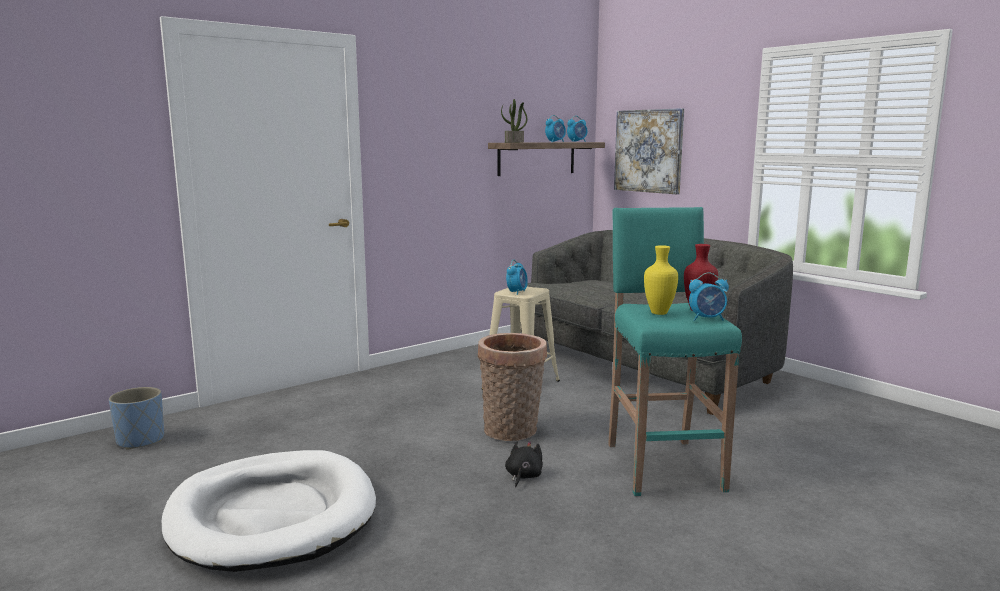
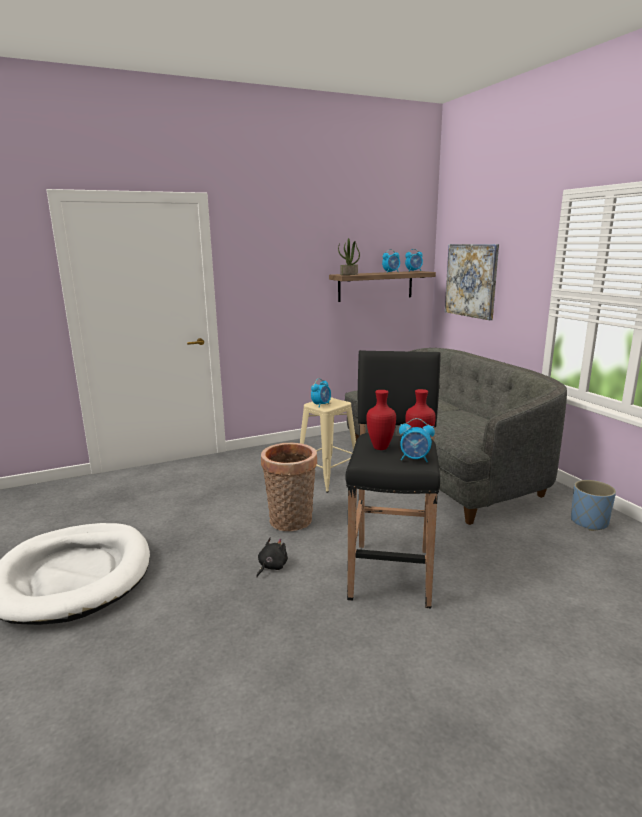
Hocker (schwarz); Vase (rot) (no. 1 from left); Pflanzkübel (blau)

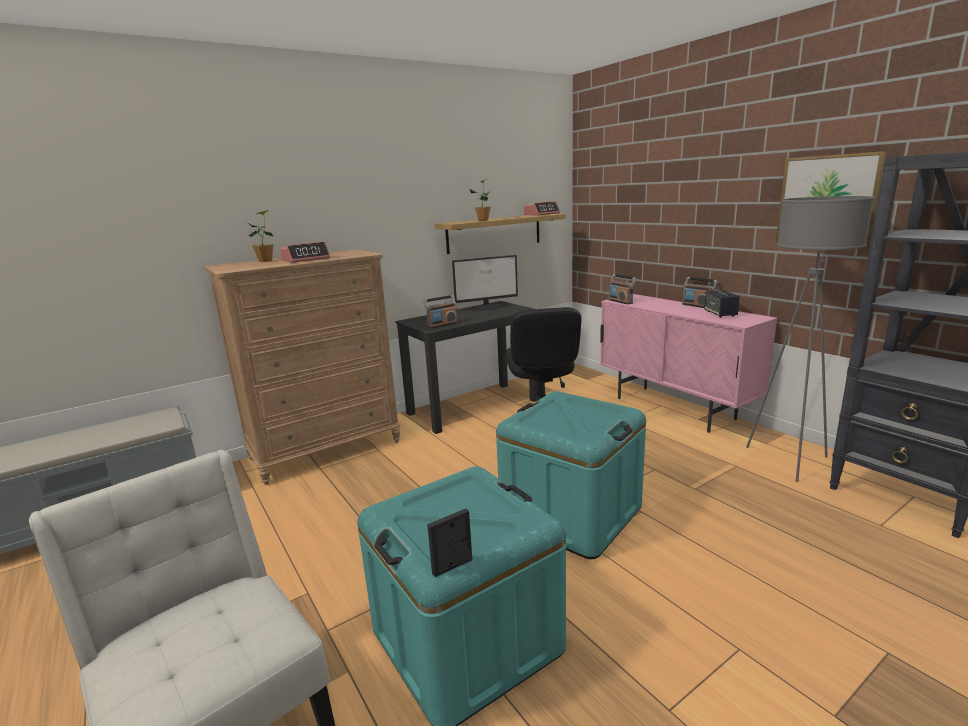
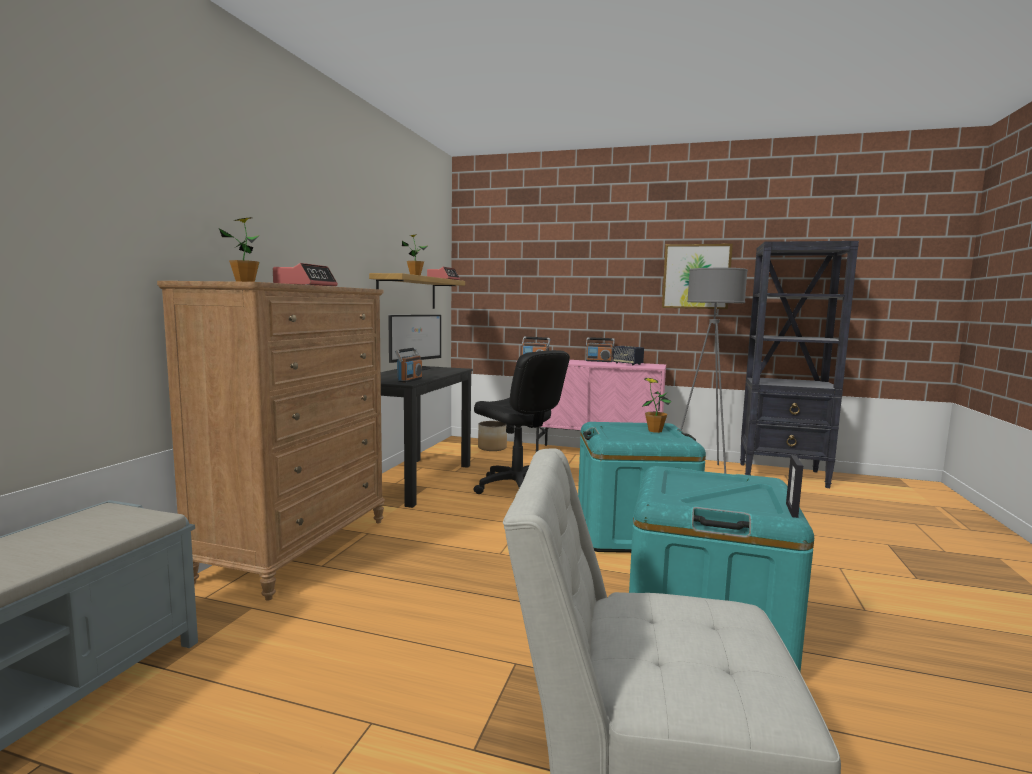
Pflanzkübel; Topfpflanze (no. 3 from left)

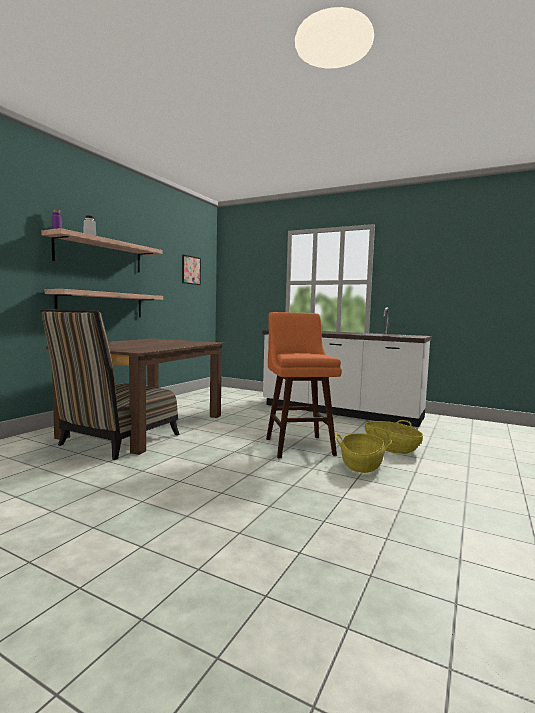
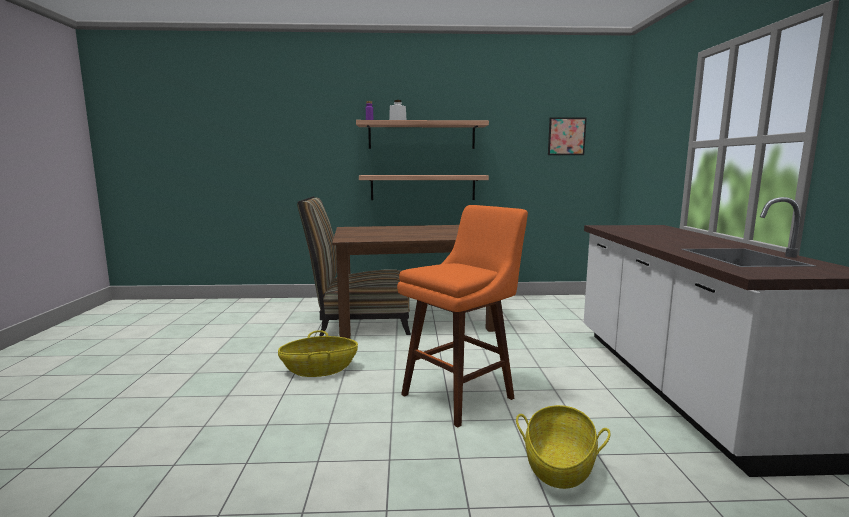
Korb (no. 1 from left)

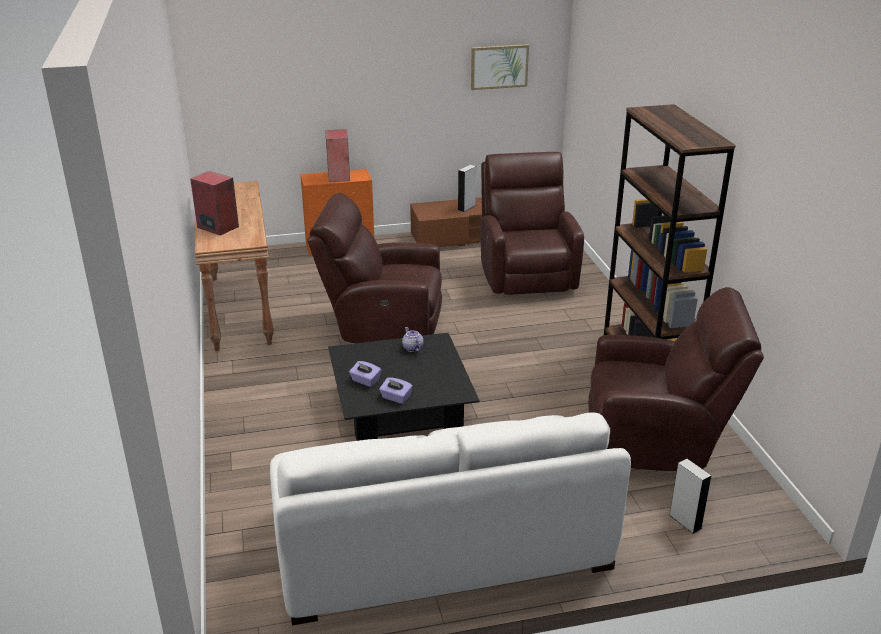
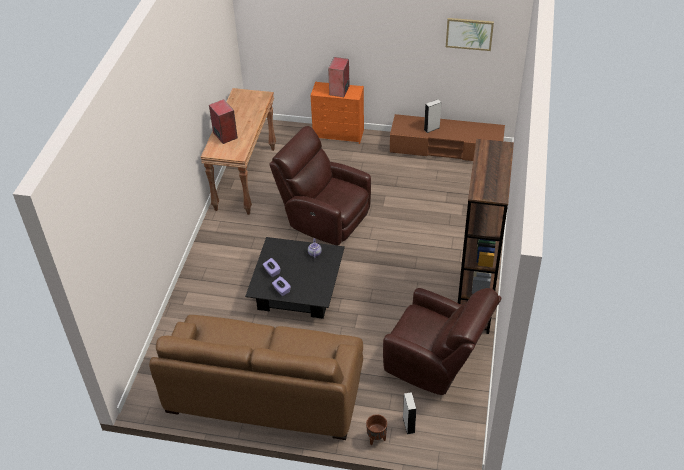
Sofa (braun); Pflanzkübel (braun); Sessel (braun) (no. 2 from left in the first image)

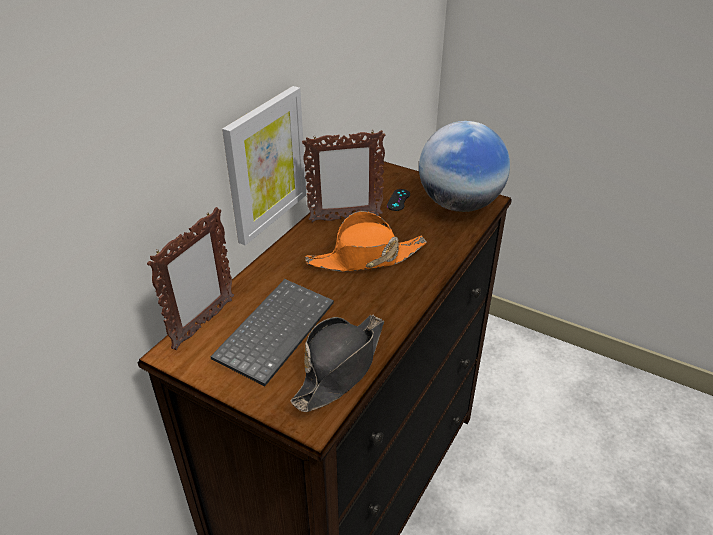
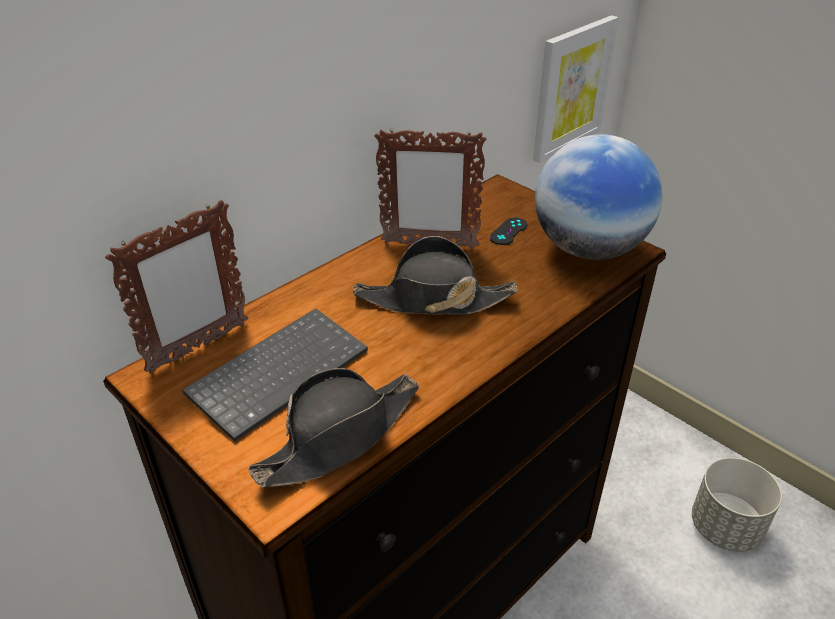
Hut (schwarz) (no. 2 from left); Bild; Pflanzkübel (grau)

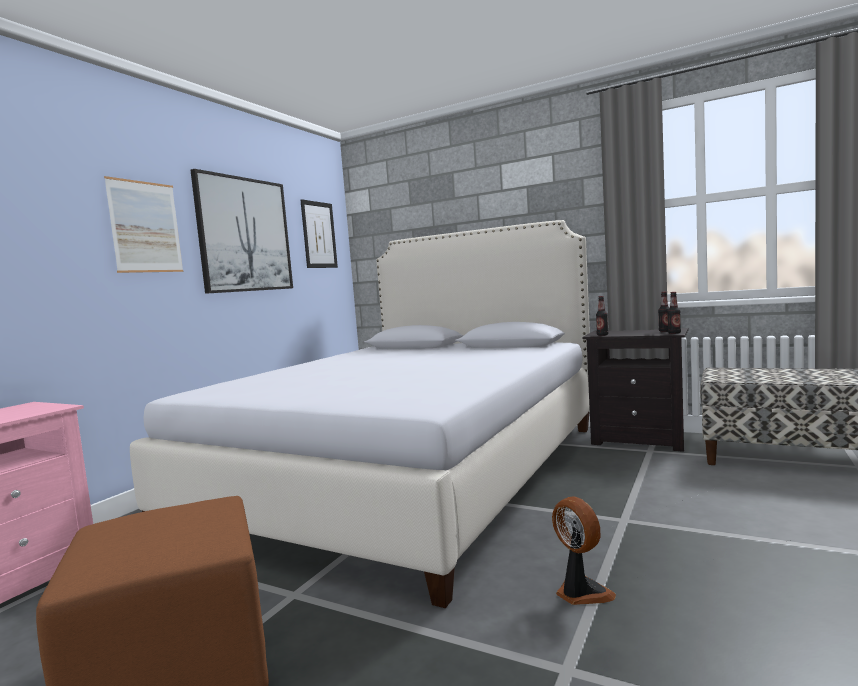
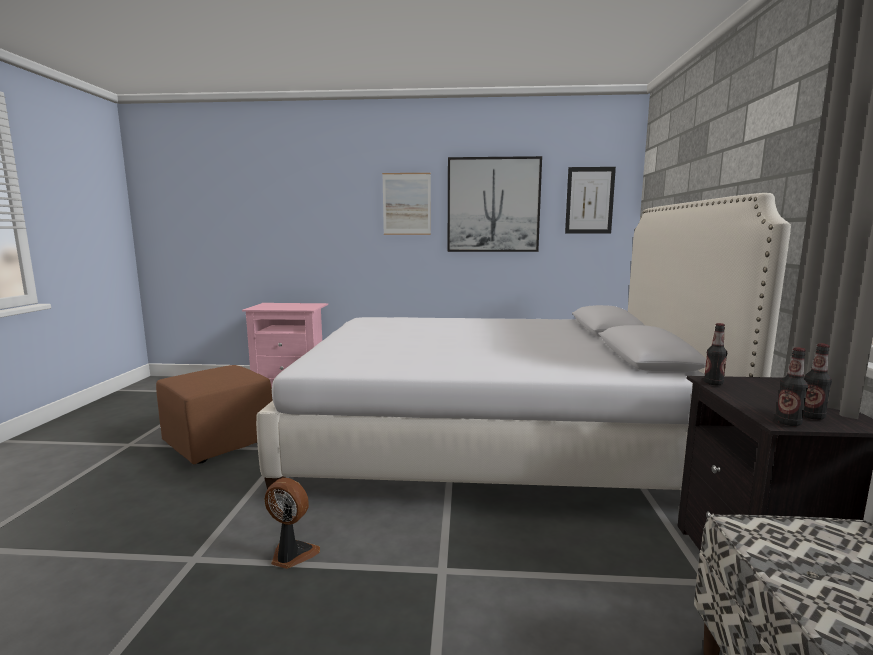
Ventilator

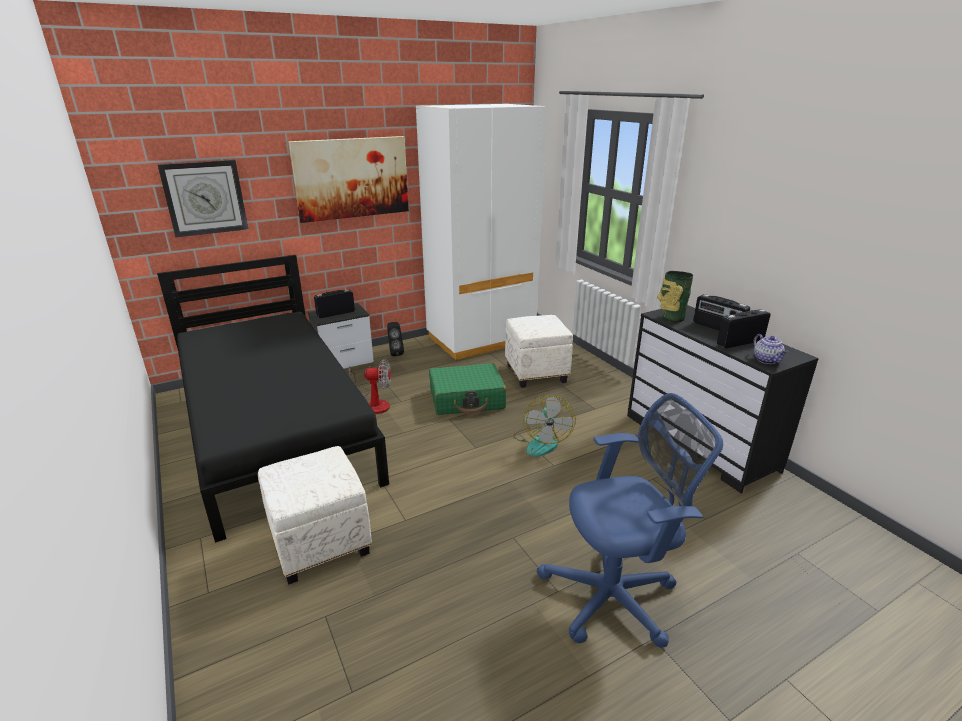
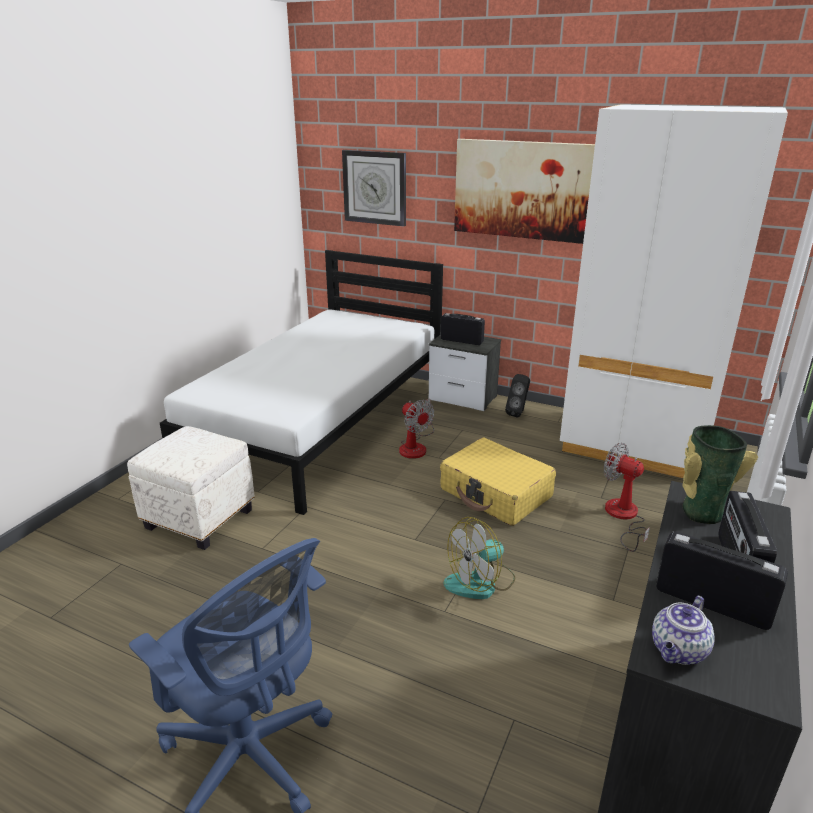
Bett (weiß); Koffer (gelb); Ventilator (no. 3 from left)

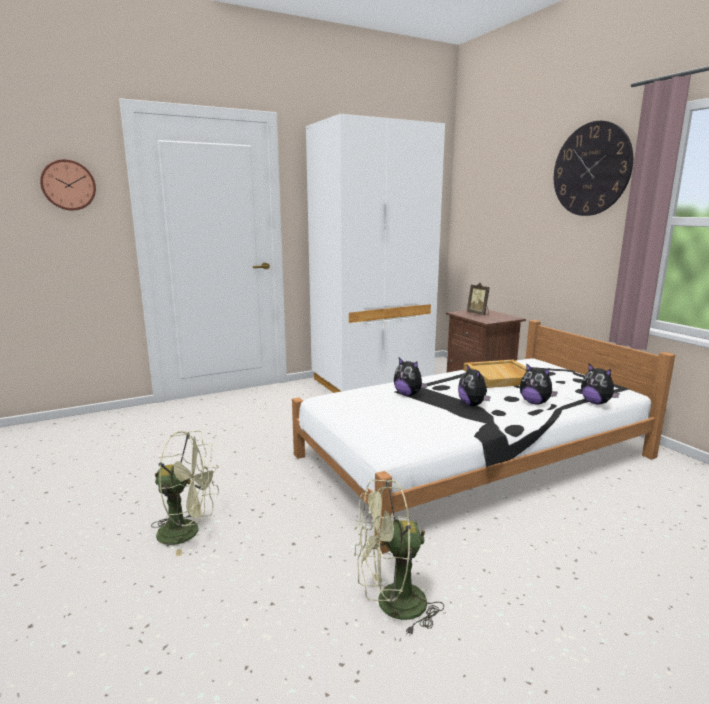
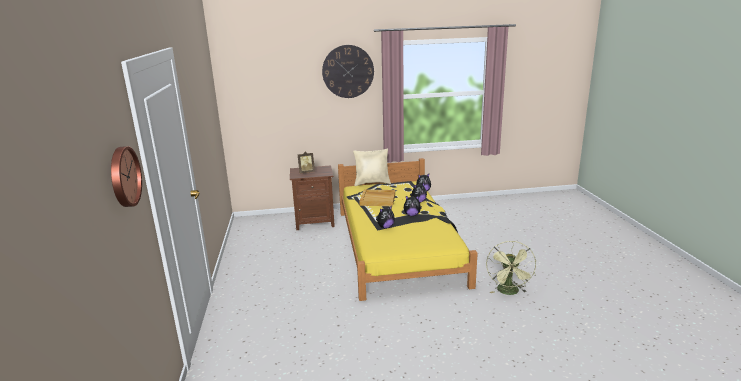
Bett (gelb); Kissen (beige); Ventilator (grün) (no. 1 from left in the first image); Kleiderschrank (weiß)

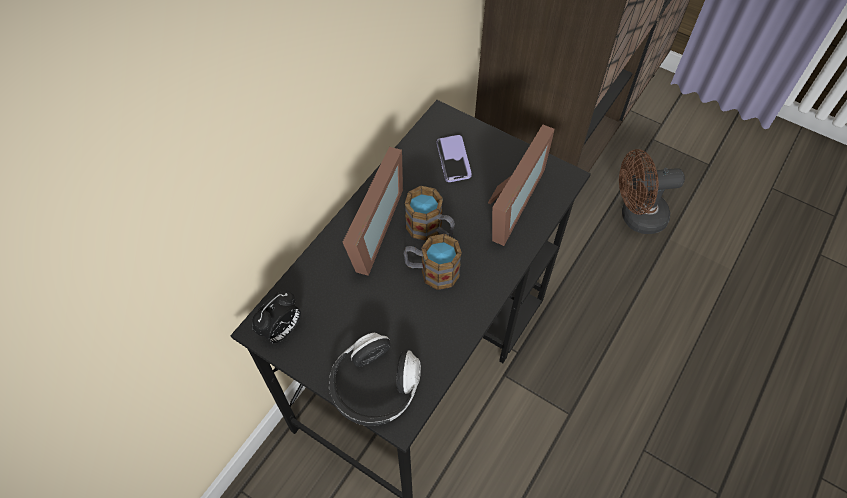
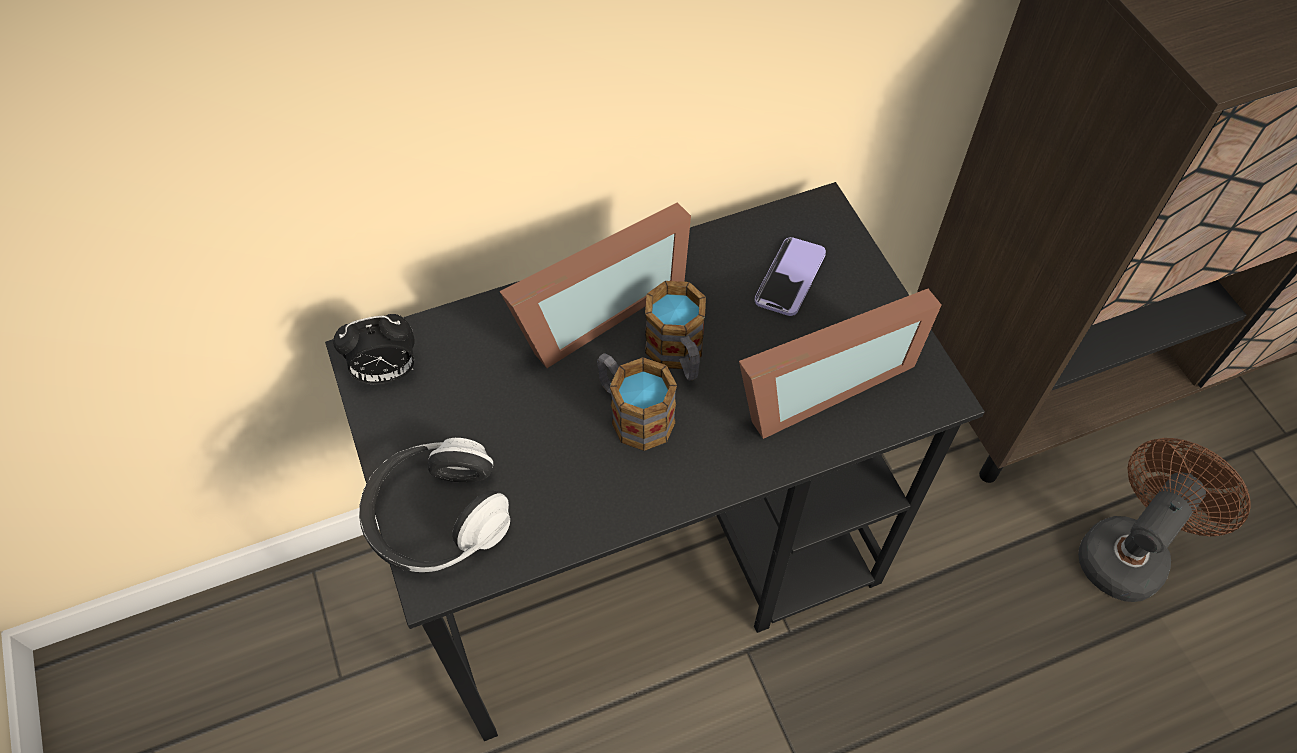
Ventilator (braun)

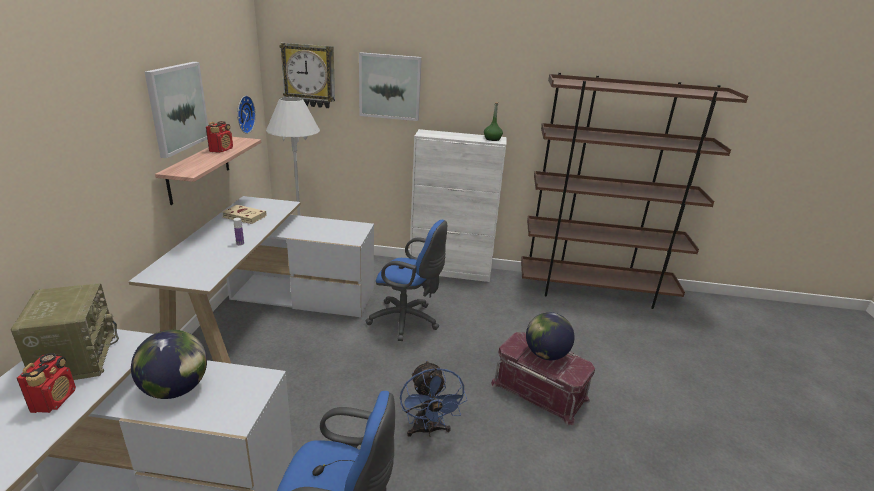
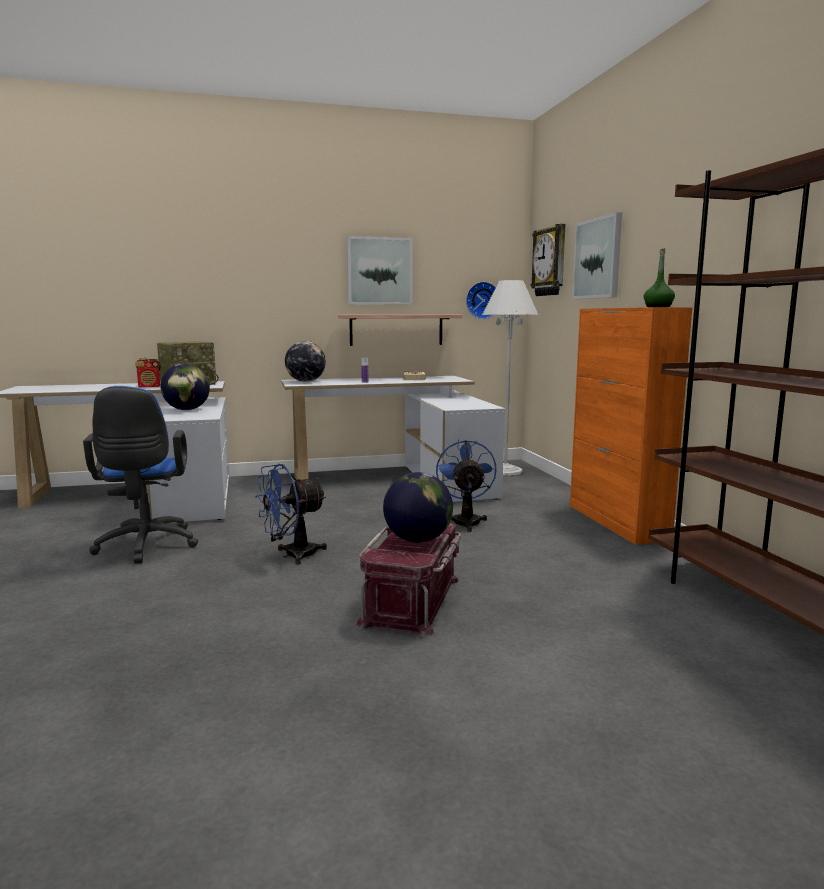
Globus (no. 2 from left); Ventilator (blau) (no. 2 from left); Schrank (orange); Radio (no. 3 from left in the first image)

